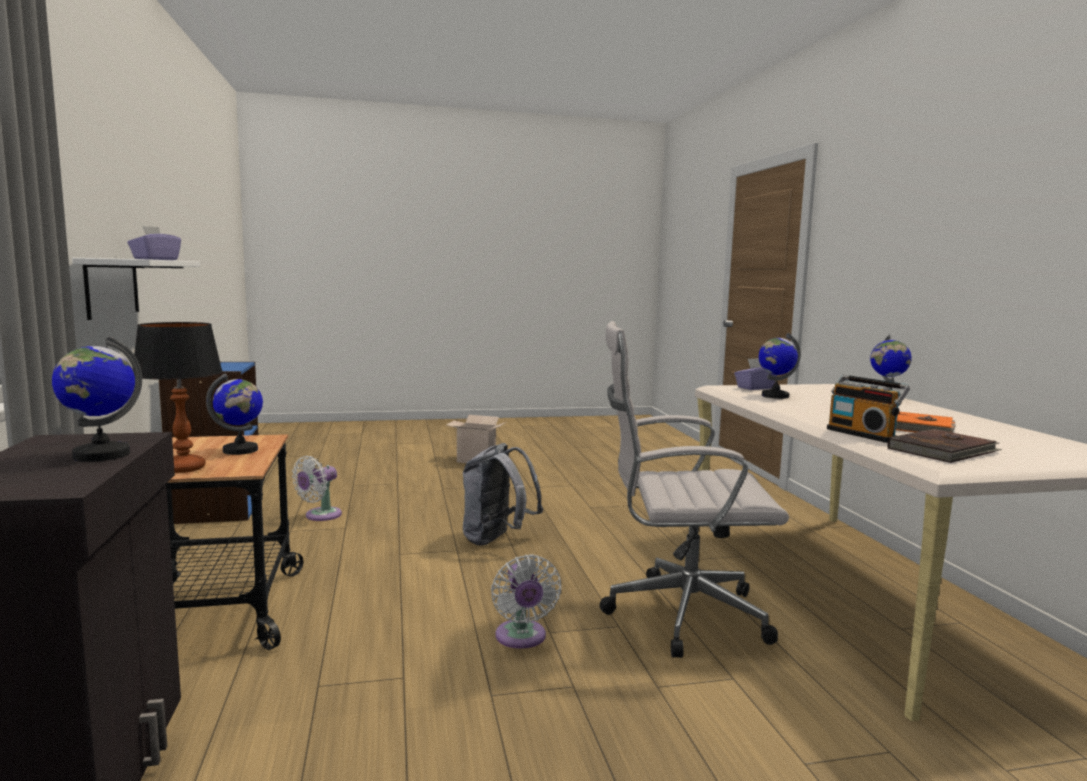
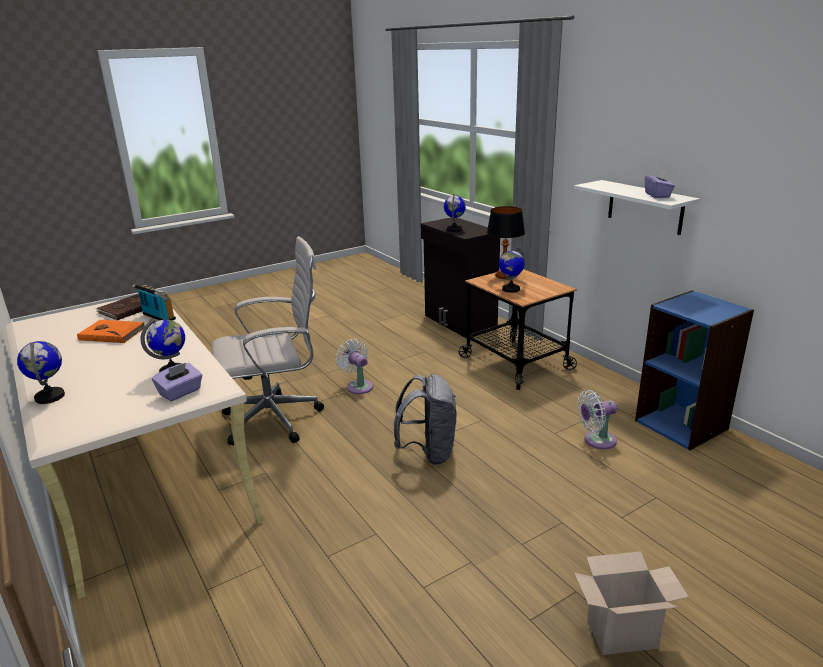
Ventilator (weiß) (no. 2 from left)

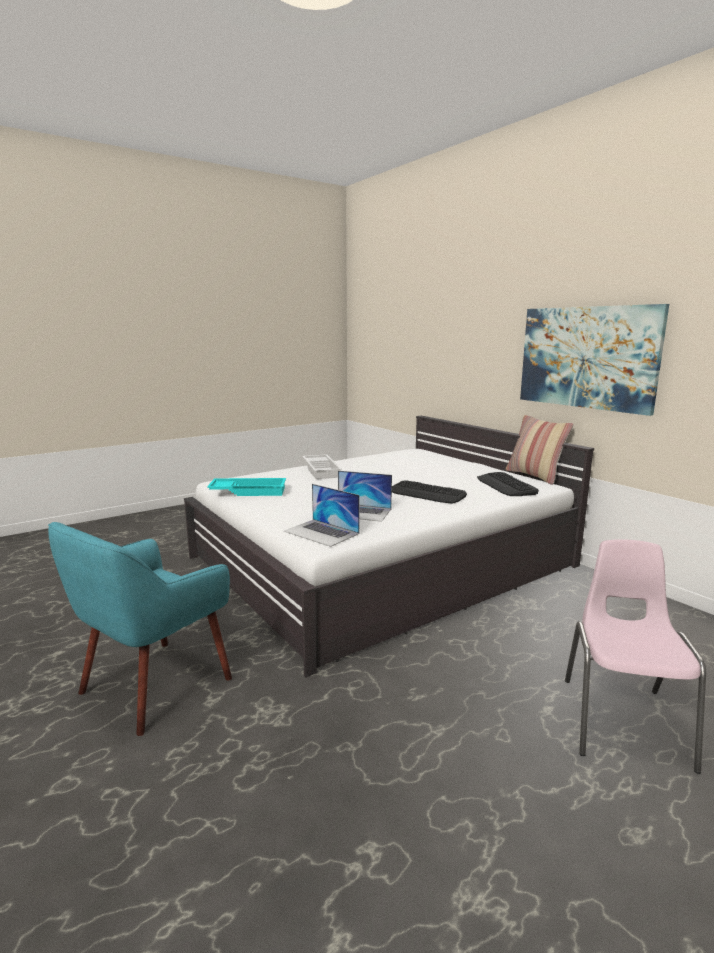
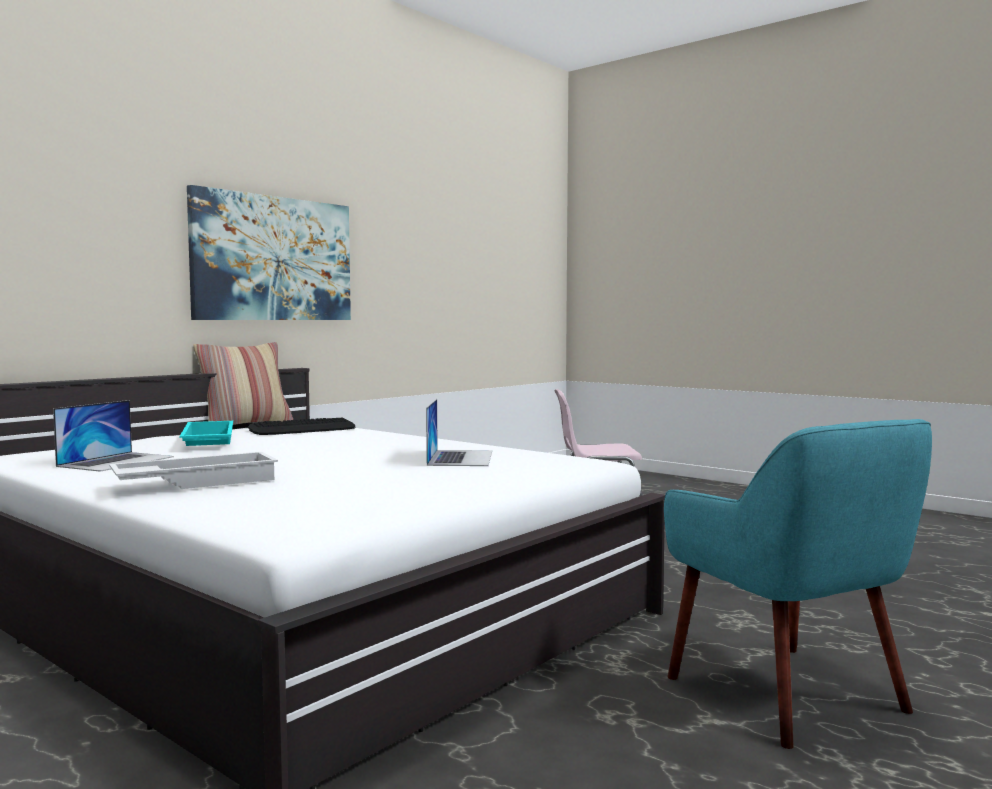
Laptop (no. 1 from left); Tablett (türkis); Sessel (türkis); Tastatur (no. 1 from left in the first image)

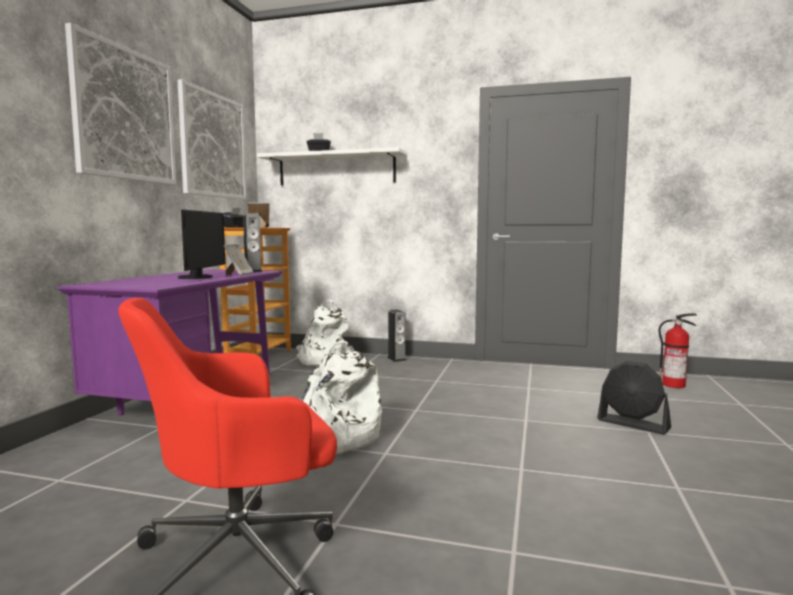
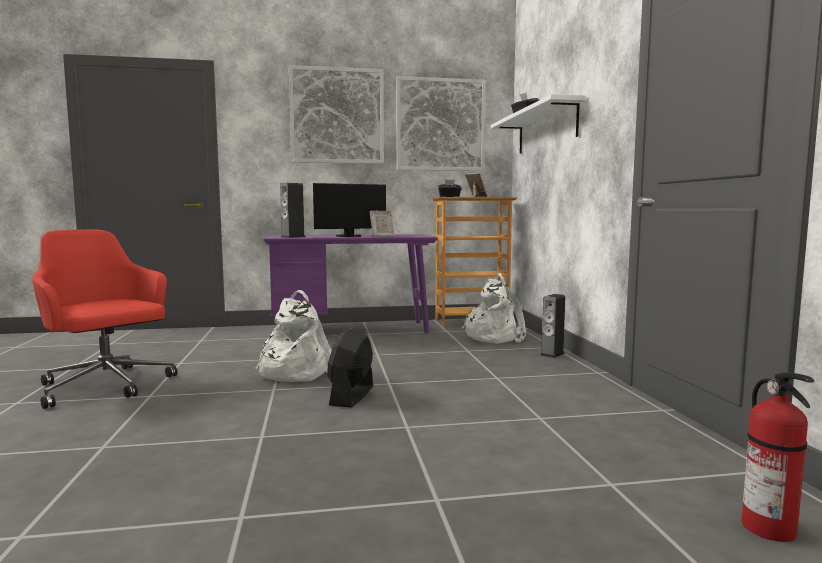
Lautsprecher (no. 1 from left); Ventilator (schwarz)

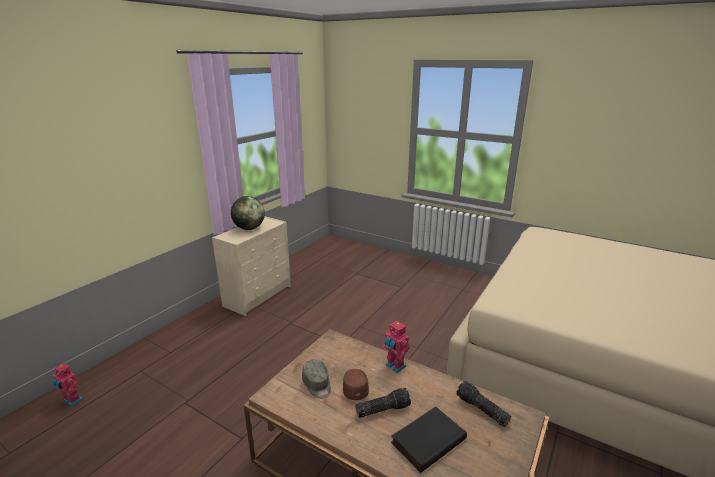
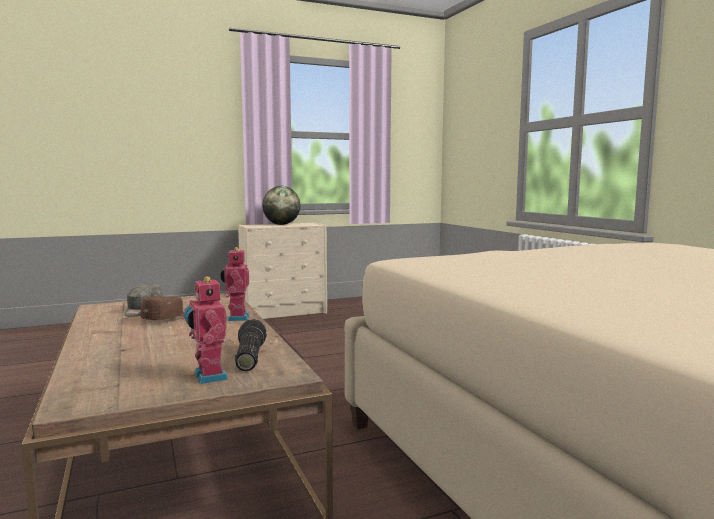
Spielzeugroboter (no. 1 from left); Taschenlampe (no. 1 from left in the first image); Buch (schwarz)

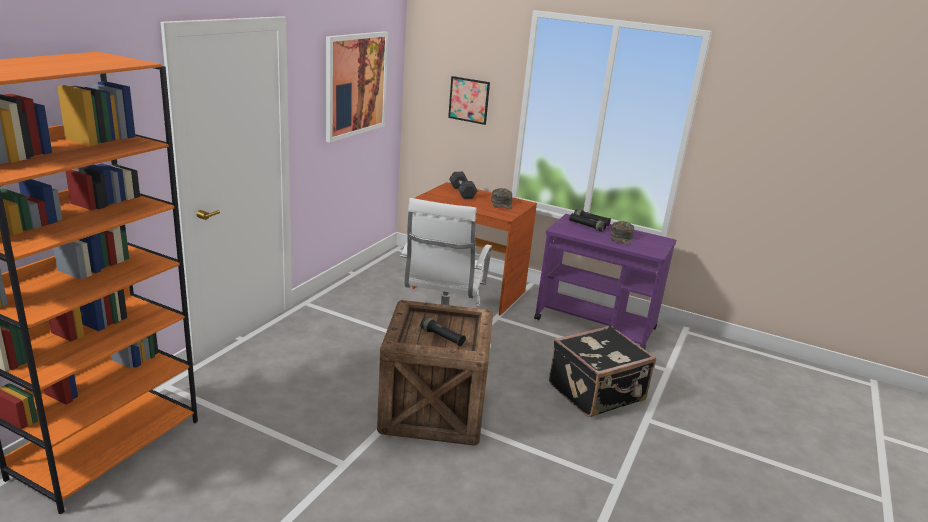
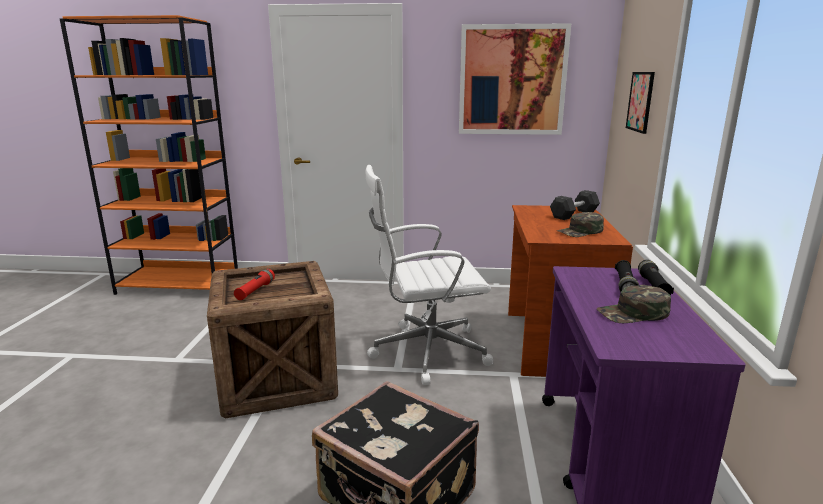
Taschenlampe (rot)

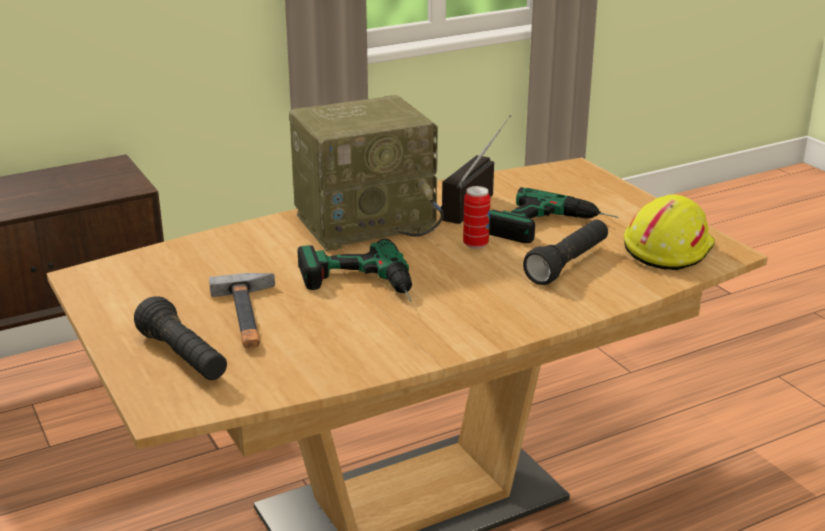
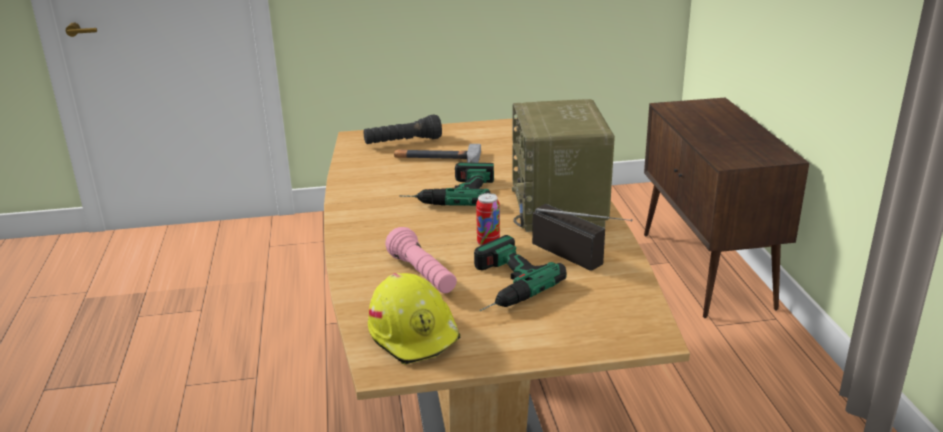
Taschenlampe (rosa)

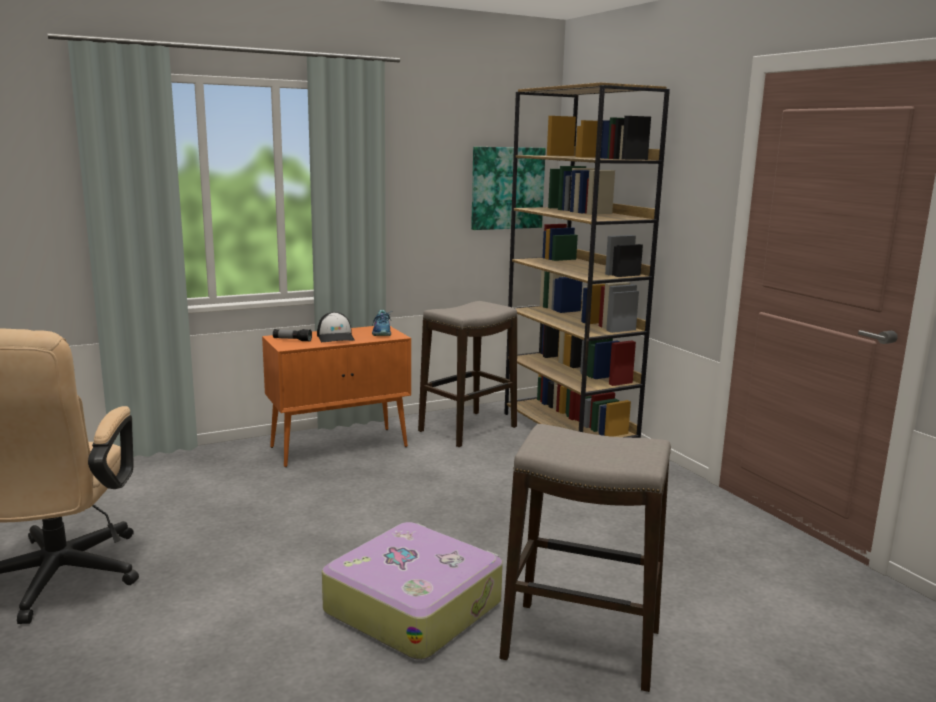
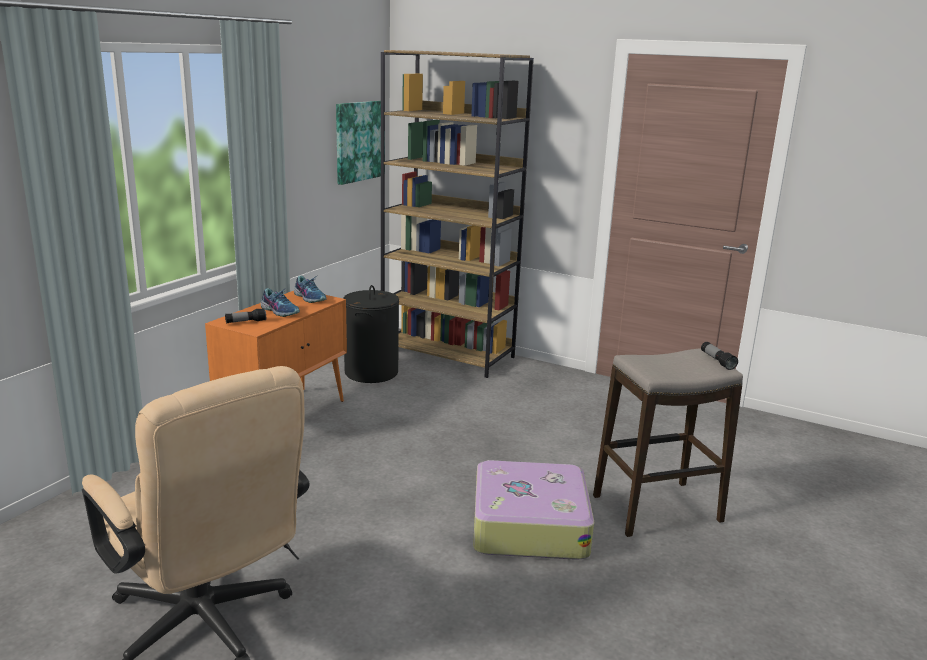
Schuh (no. 1 from left); Wäschekorb (schwarz); Taschenlampe (no. 2 from left)

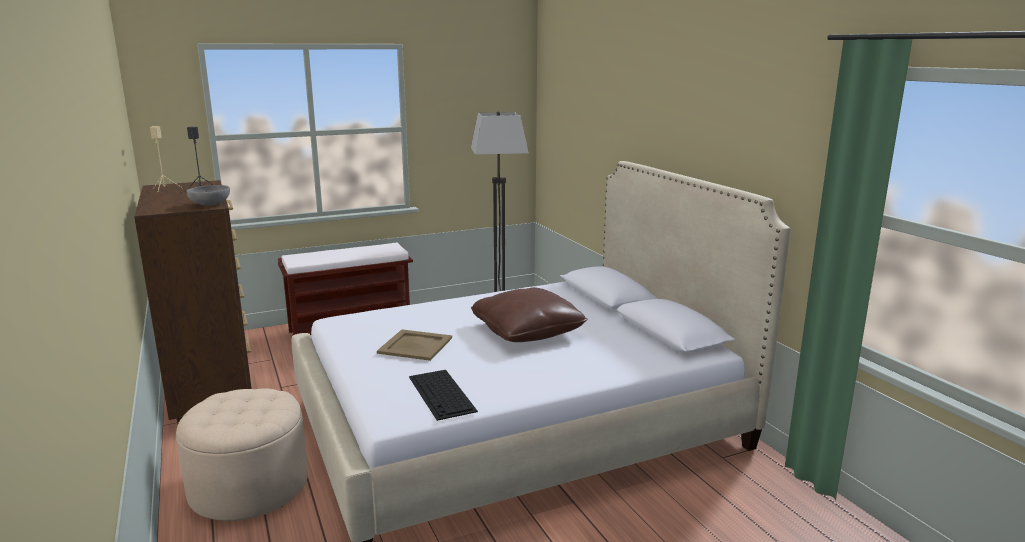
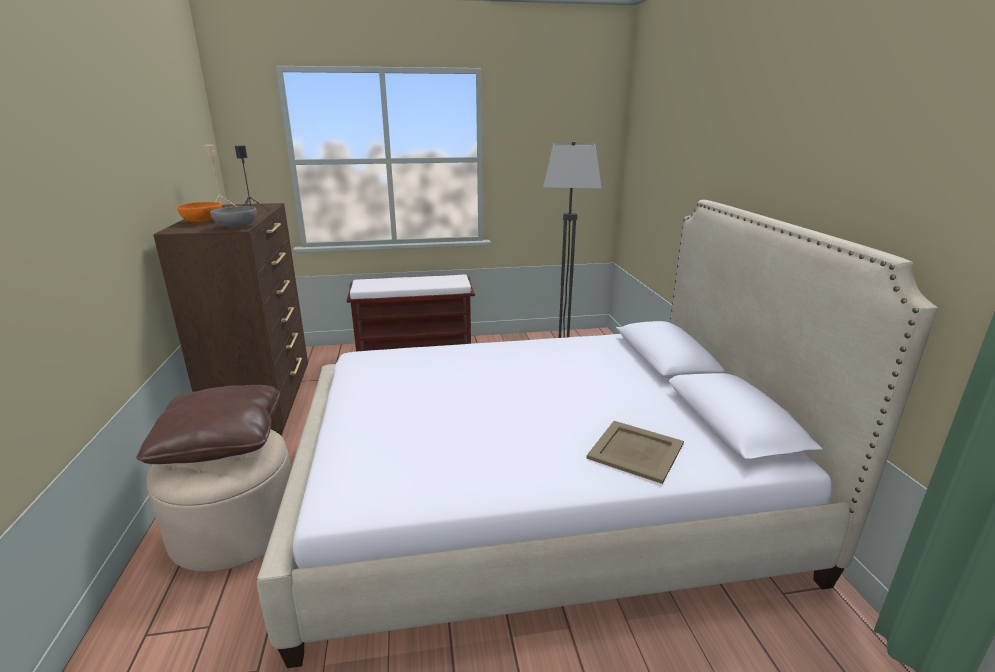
Kissen (braun); Schüssel (orange); Tablett (beige); Tastatur

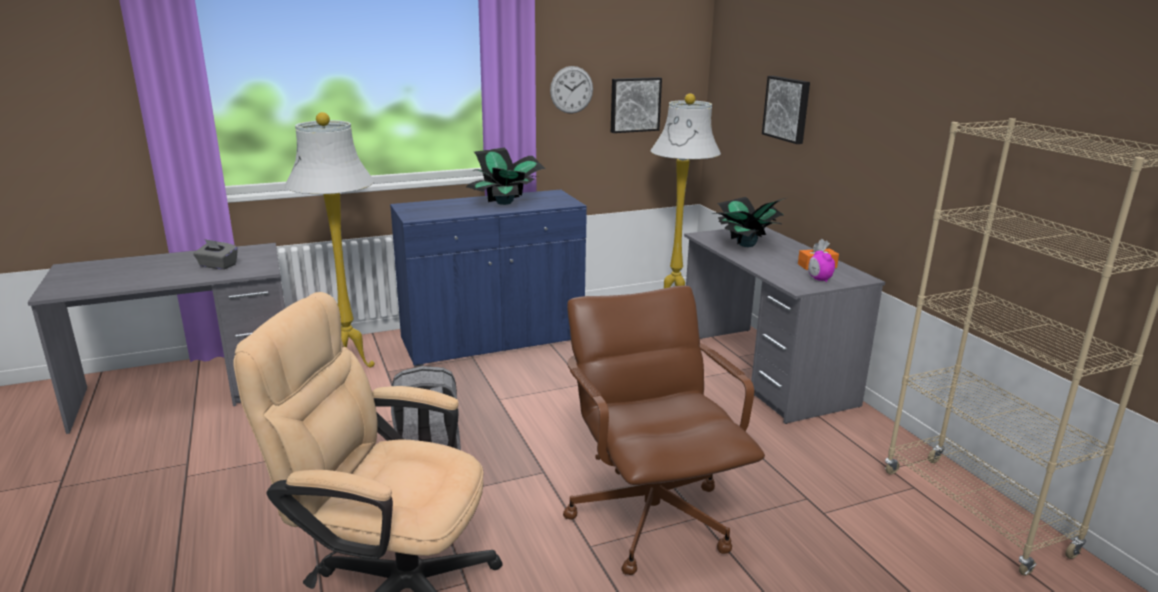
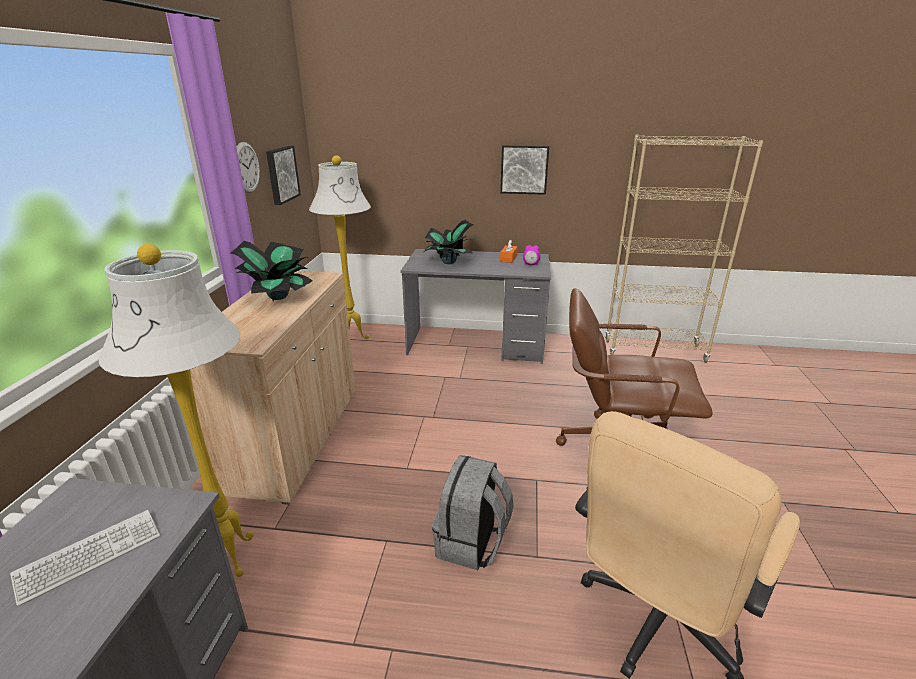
Tastatur; Schrank (beige); Bild (no. 2 from left)

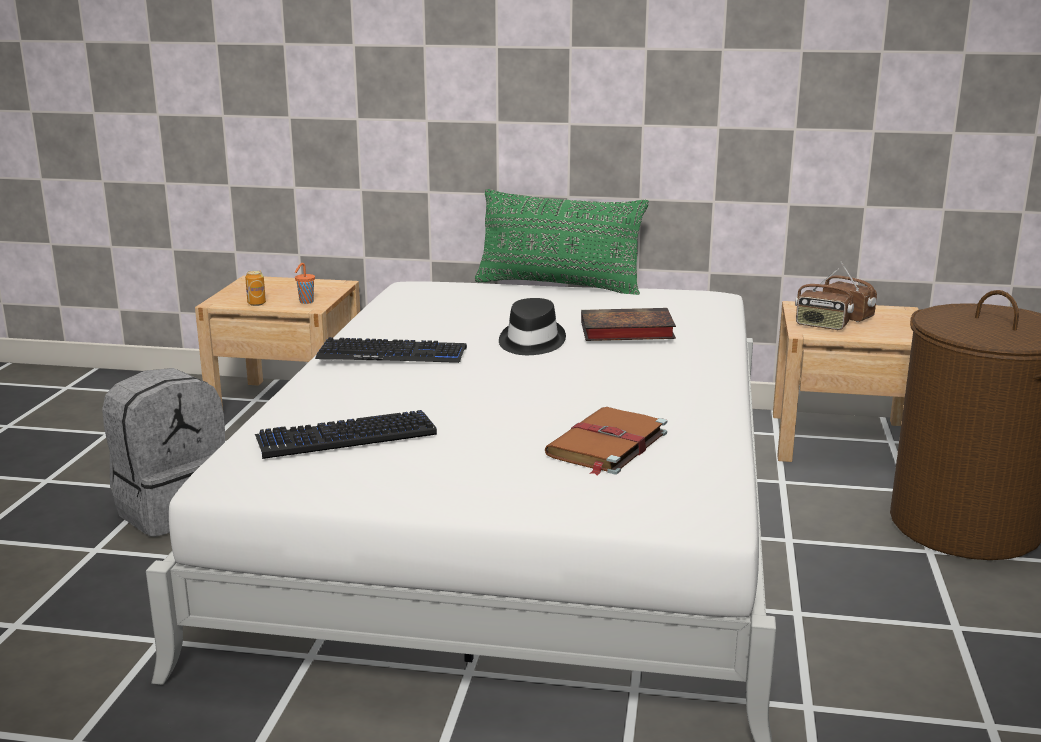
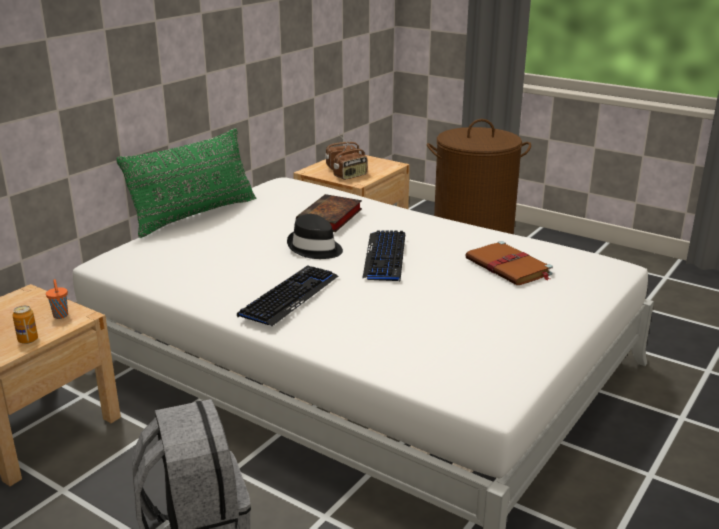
Tastatur (no. 2 from left)

